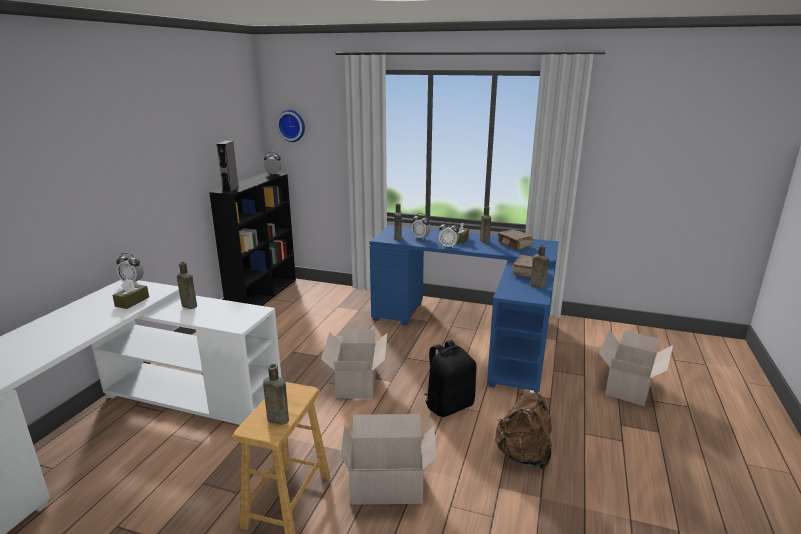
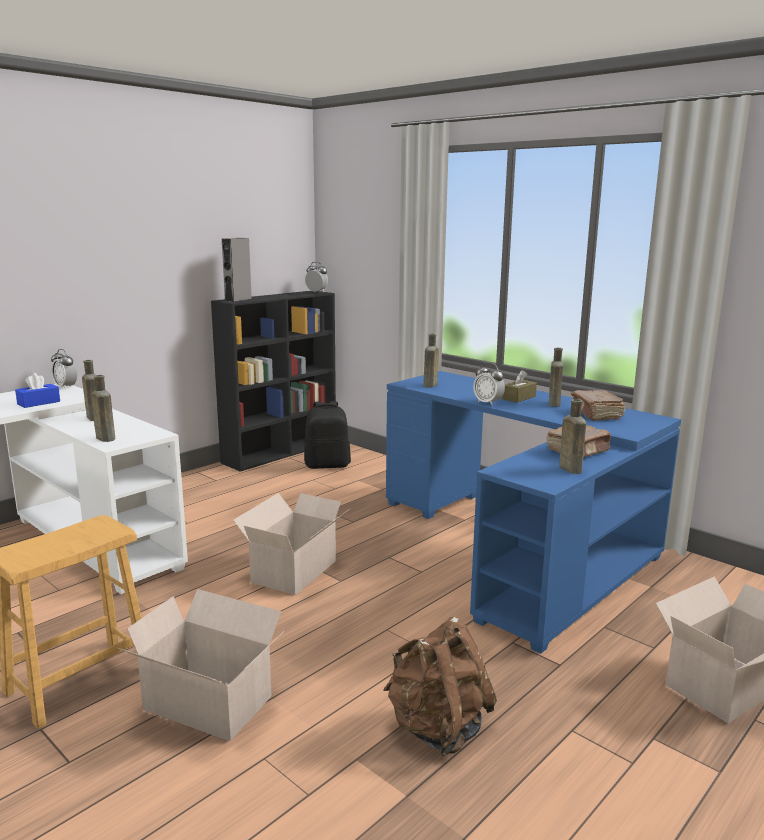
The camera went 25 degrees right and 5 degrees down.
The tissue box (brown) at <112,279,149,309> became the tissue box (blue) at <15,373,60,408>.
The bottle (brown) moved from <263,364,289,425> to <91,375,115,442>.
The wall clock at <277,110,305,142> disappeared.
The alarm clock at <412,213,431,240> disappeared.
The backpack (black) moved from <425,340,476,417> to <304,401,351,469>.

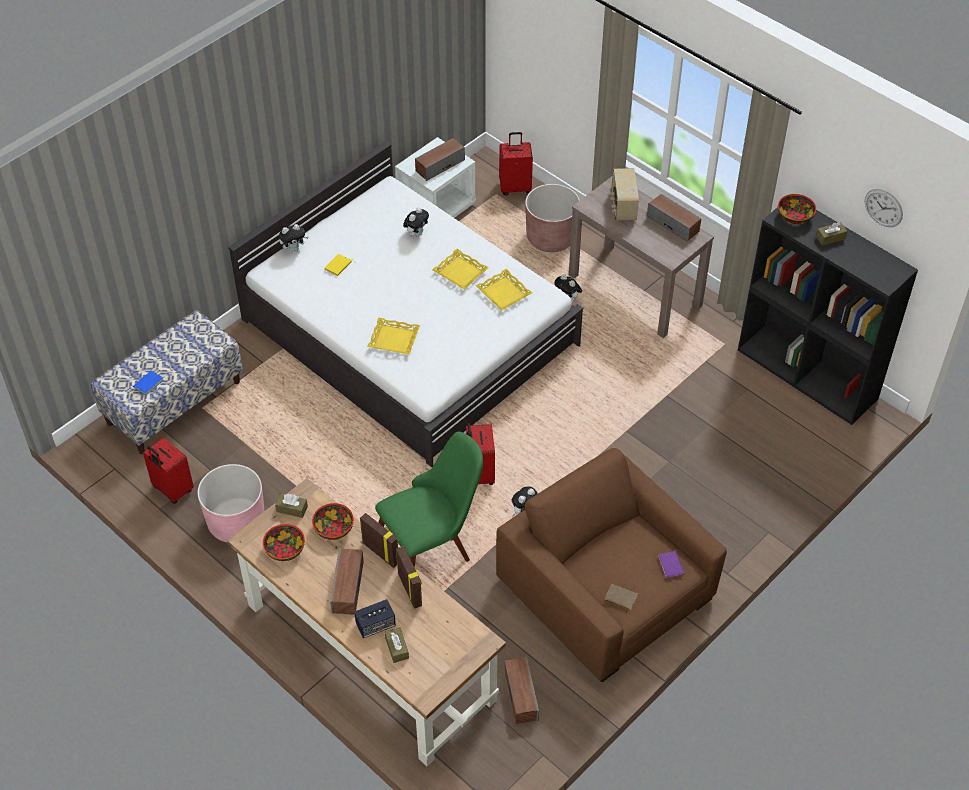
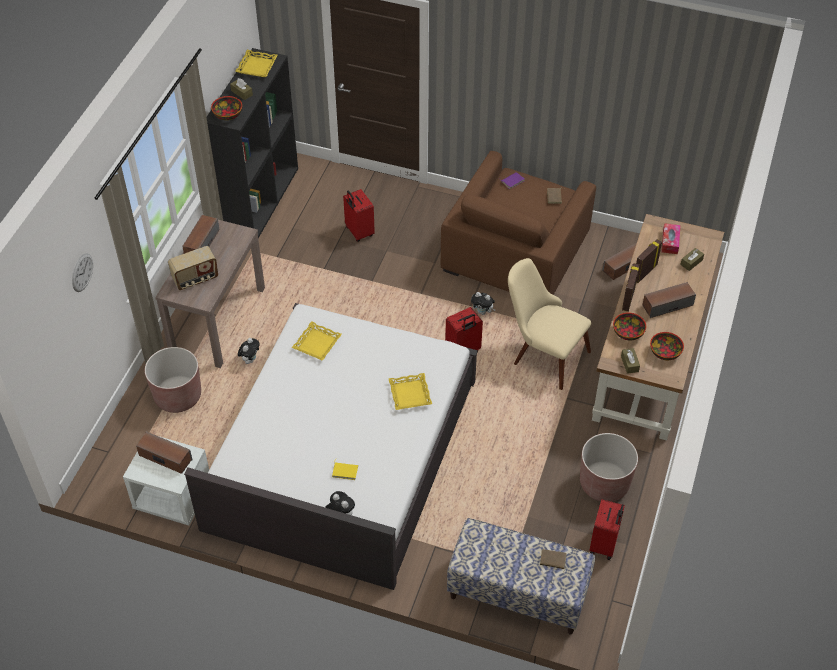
The camera went 115 degrees left and 0 degrees up.
The book (blue) at <129,371,163,395> became the book (brown) at <540,549,567,573>.
The planter (pink) at <197,464,264,542> became the planter (brown) at <580,433,638,502>.
The speaker at <354,599,396,638> disappeared.
The chair (green) at <375,432,483,567> became the chair (beige) at <508,258,591,390>.
The plush toy at <403,207,429,237> disappeared.
The tray (yellow) moved from <432,249,489,289> to <235,50,278,77>.
The suitcase (red) moved from <499,132,533,195> to <343,189,375,242>.
The wall clock moved from <865,189,903,227> to <72,253,93,292>.
The tissue box at <661,223,680,254> appeared.

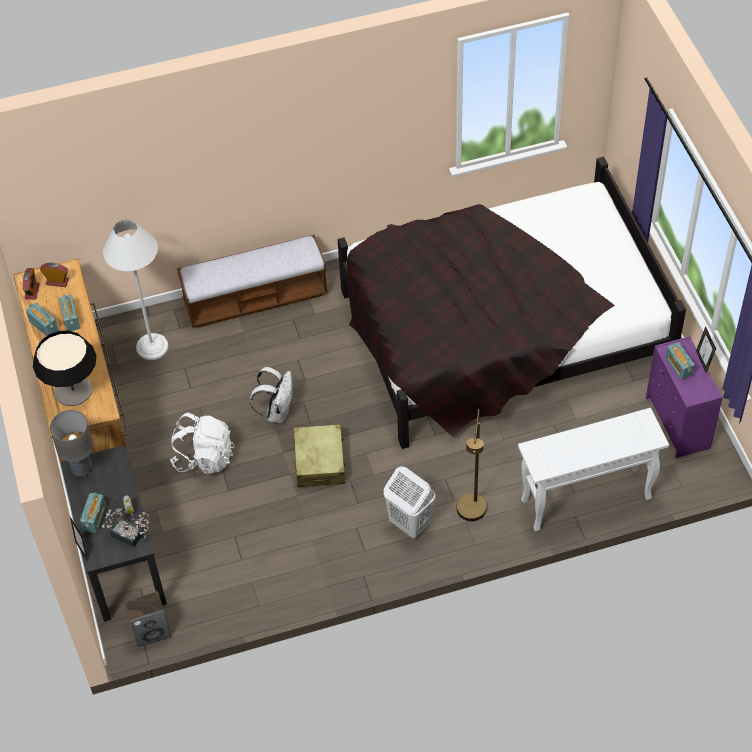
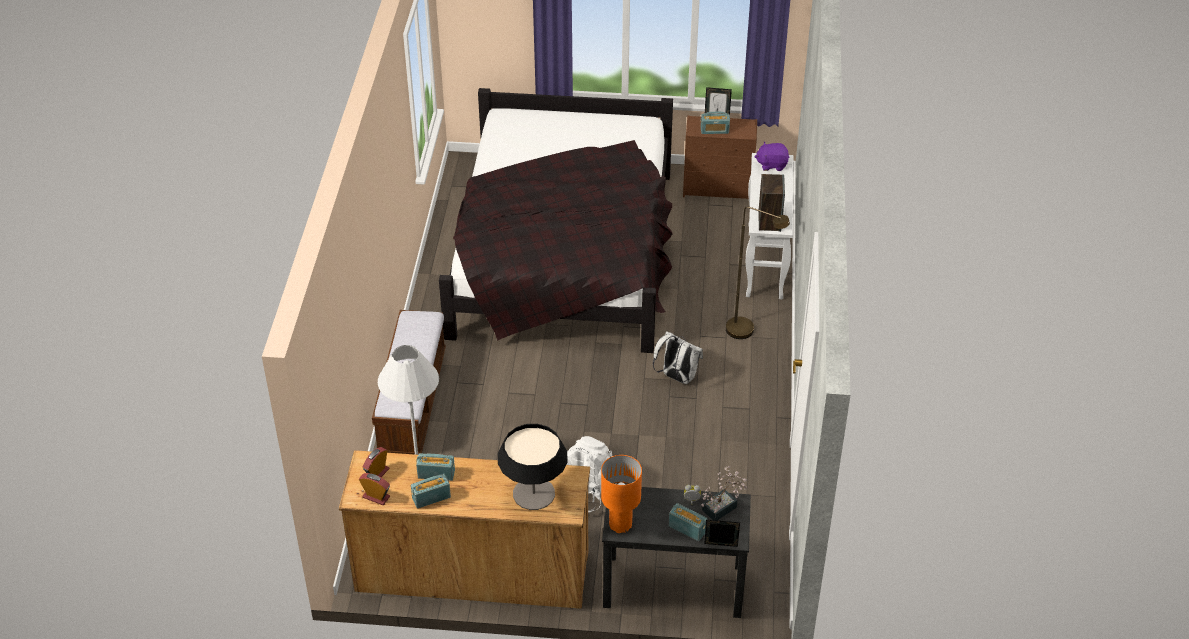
The camera went 70 degrees left and 10 degrees down.
The table lamp (grey) at <50,410,94,477> became the table lamp (orange) at <601,455,642,533>.
The speaker moved from <125,591,171,647> to <758,174,785,232>.
The backpack (white) moved from <249,367,293,423> to <653,331,703,384>.
The suitcase (beige) at <293,424,346,487> disappeared.
The laundry basket (white) at <384,466,435,538> disappeared.
The dresser (purple) at <646,336,723,458> became the dresser (brown) at <683,115,757,199>.
The plush toy (purple) at <754,142,789,171> appeared.

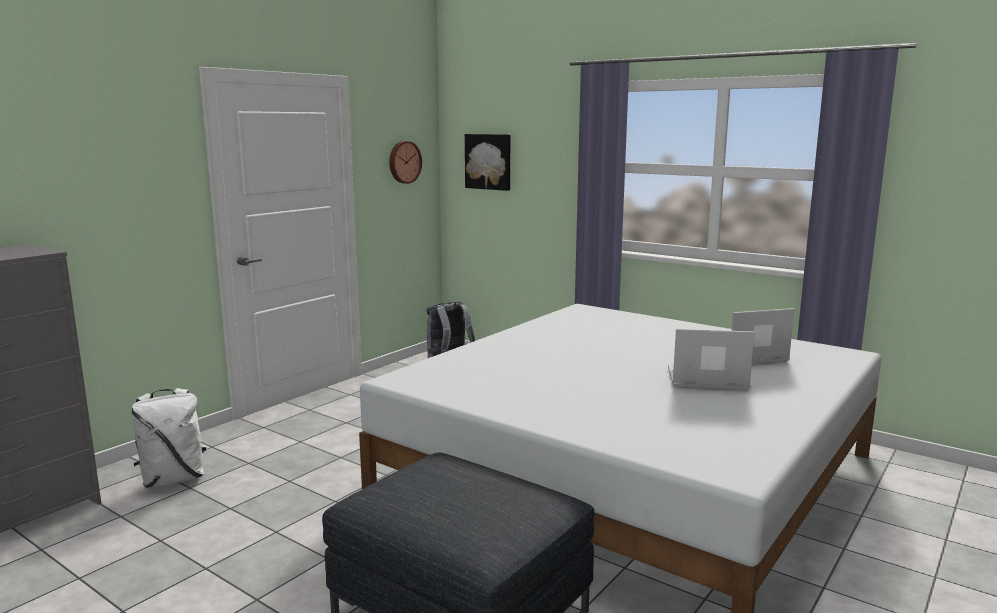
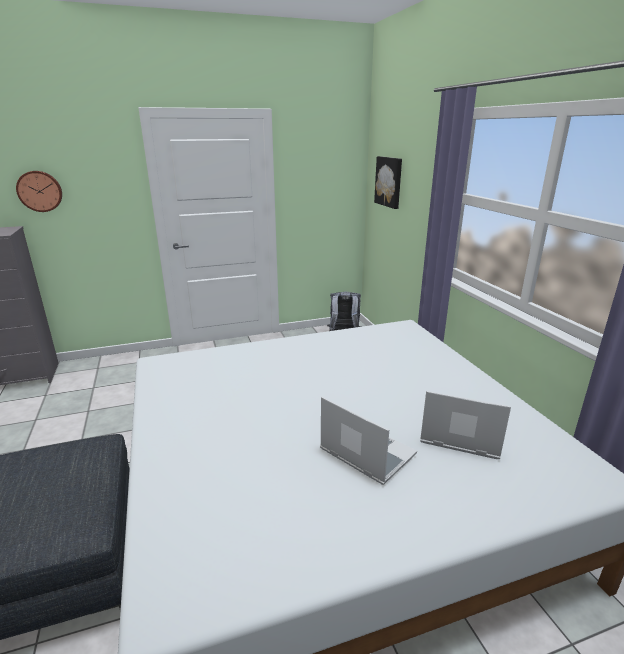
The camera went 35 degrees right and 10 degrees up.
The backpack (white) at <132,388,207,488> disappeared.
The wall clock moved from <389,141,422,184> to <16,171,62,212>.

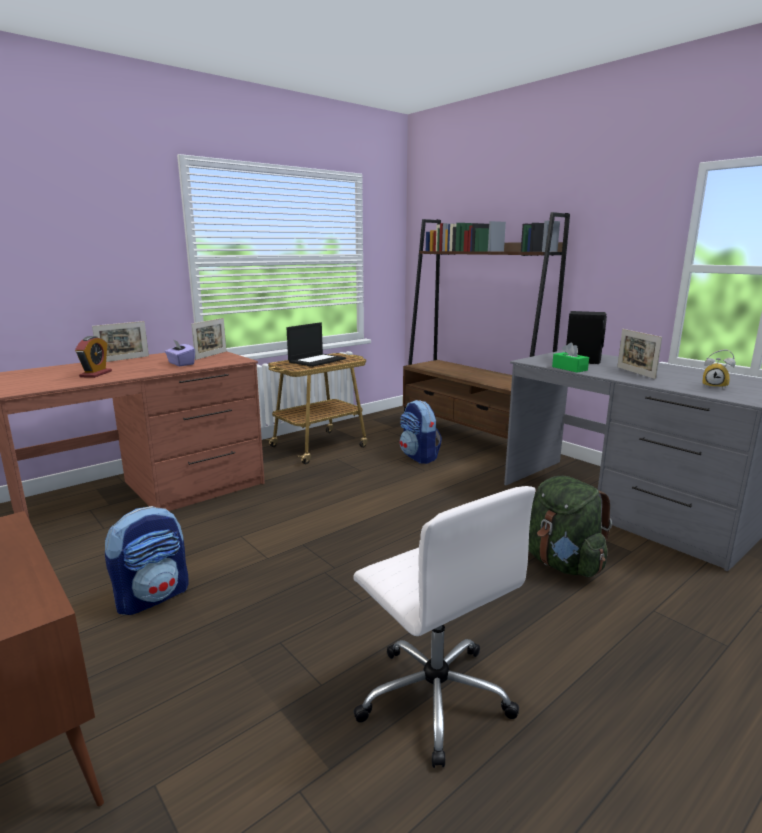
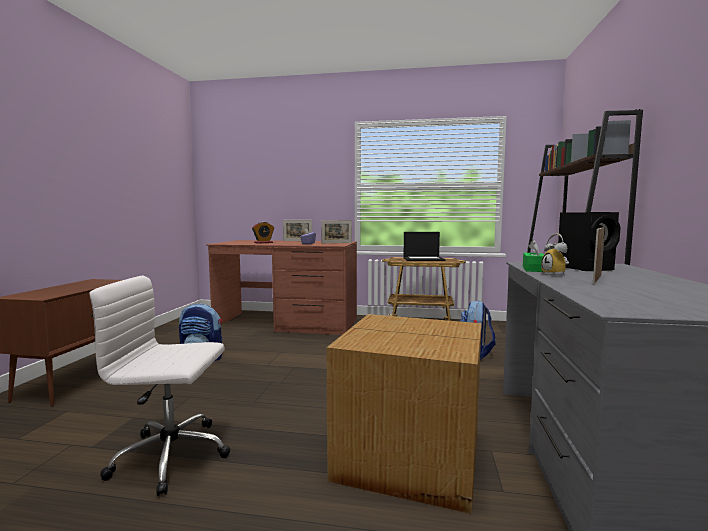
The camera went 50 degrees right and 10 degrees down.
The office chair (white) at <353,486,536,768> turned 75 degrees clockwise.
The backpack (green) at <528,476,612,577> was replaced by the cardboard box at <326,314,482,514>.
The alarm clock moved from <702,349,736,390> to <541,234,569,276>.

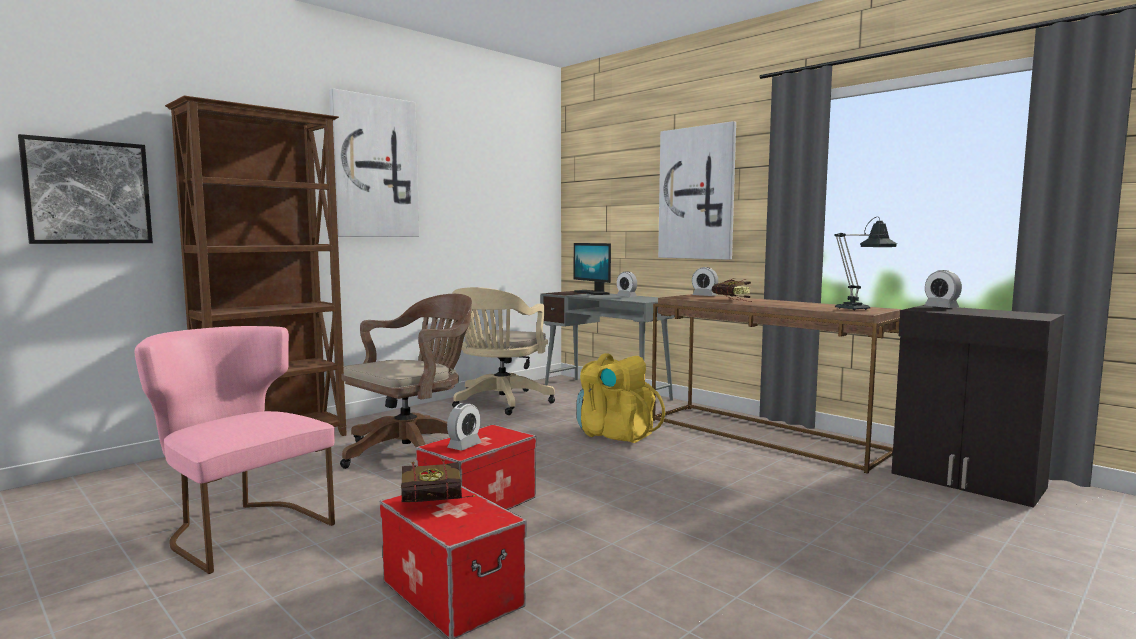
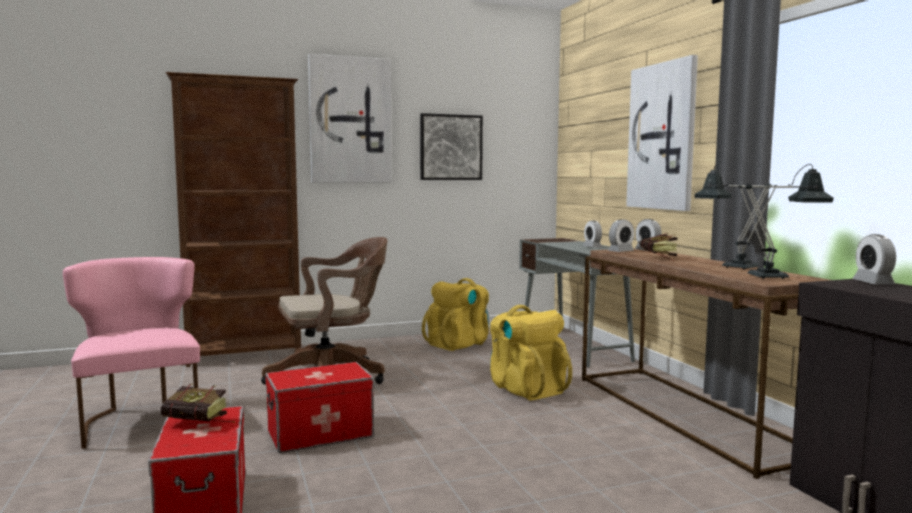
The camera went 25 degrees right and 0 degrees up.
The picture moved from <18,134,153,244> to <420,113,483,180>.
The alarm clock moved from <447,403,481,450> to <608,219,634,252>.
The office chair (beige) at <452,287,555,415> was replaced by the backpack (yellow) at <422,278,489,351>.
The monitor at <574,243,611,295> disappeared.
The table lamp at <694,165,778,270> appeared.

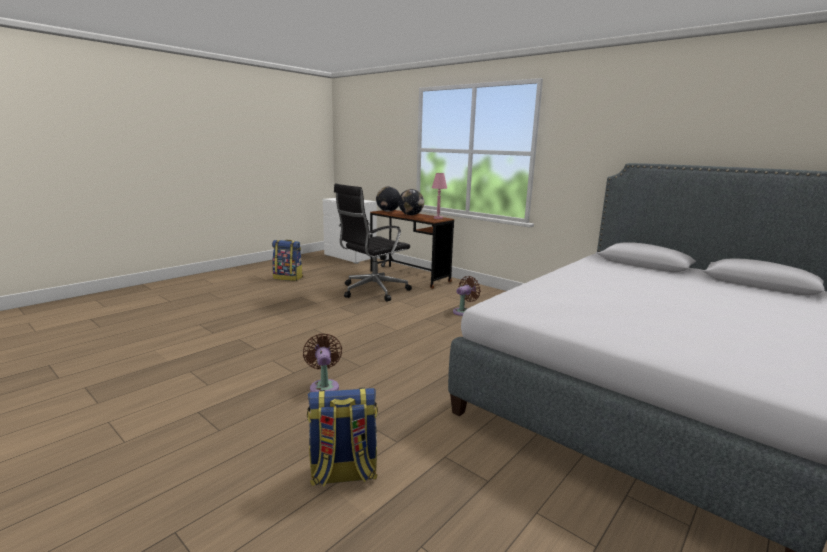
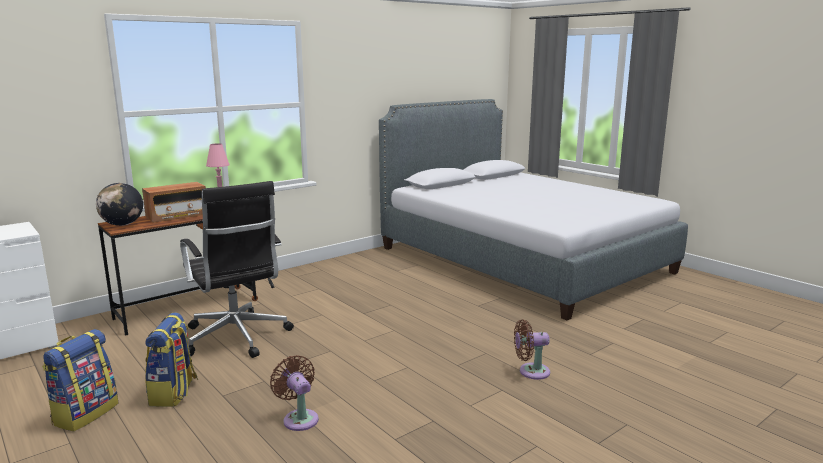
The camera went 80 degrees left and 0 degrees up.
The backpack moved from <307,388,378,487> to <145,313,198,407>.
The globe at <398,189,424,215> was replaced by the radio at <142,182,206,223>.
The fan (brown) moved from <453,276,481,316> to <270,355,319,431>.

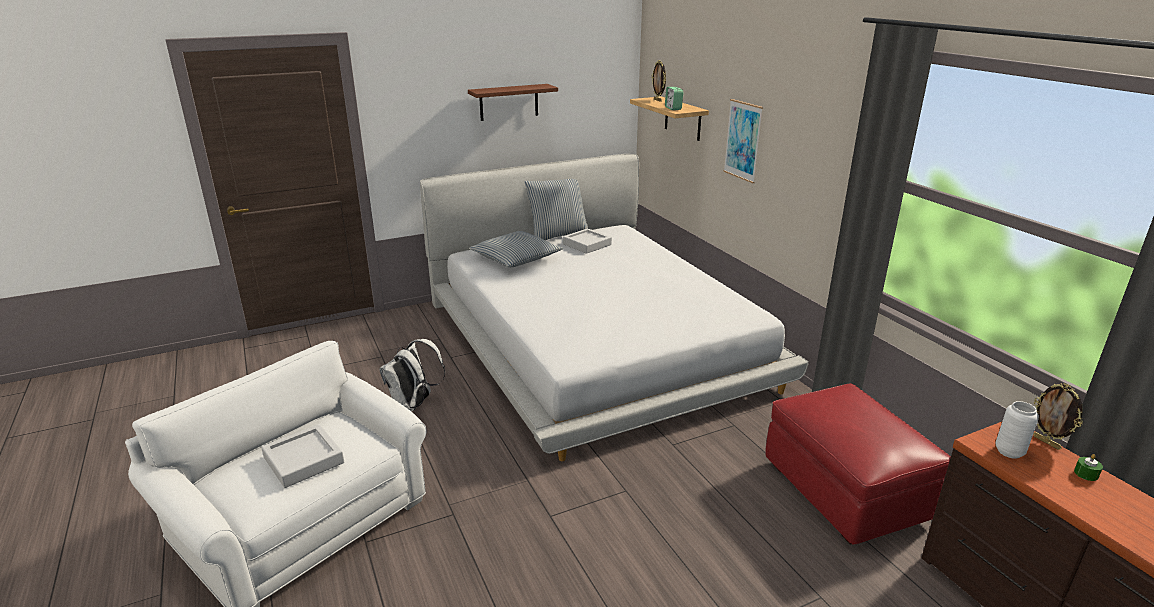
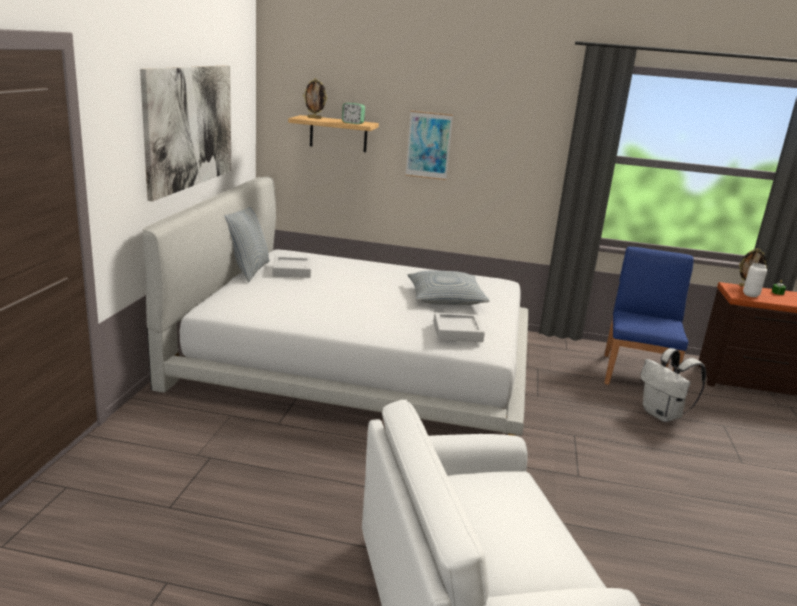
The camera went 55 degrees left and 5 degrees down.
The tray (grey) moved from <261,424,344,488> to <433,313,485,342>.
The backpack (white) moved from <379,339,445,411> to <641,348,706,422>.
The shelf (brown) at <468,84,558,121> was replaced by the picture at <140,65,231,201>.
The pillow moved from <469,231,563,267> to <408,271,490,305>.
The ottoman (red) at <766,383,951,545> was replaced by the chair (blue) at <604,247,694,385>.

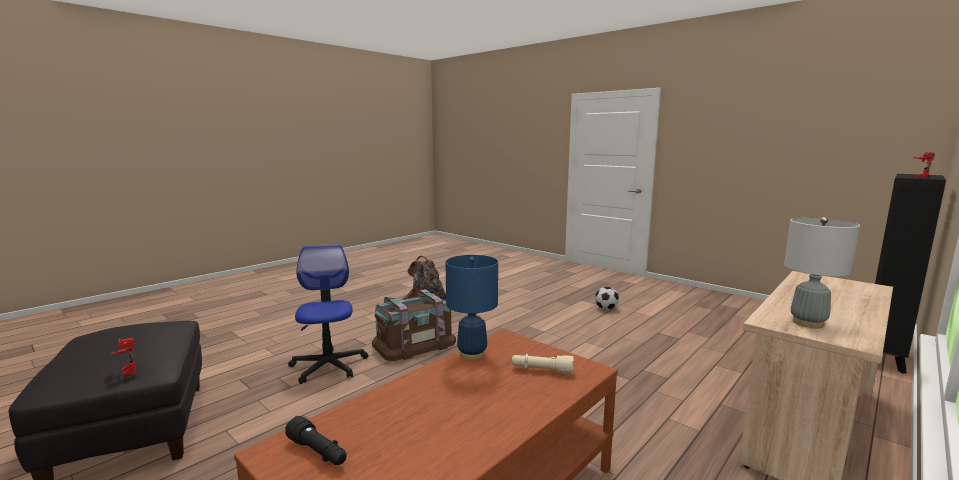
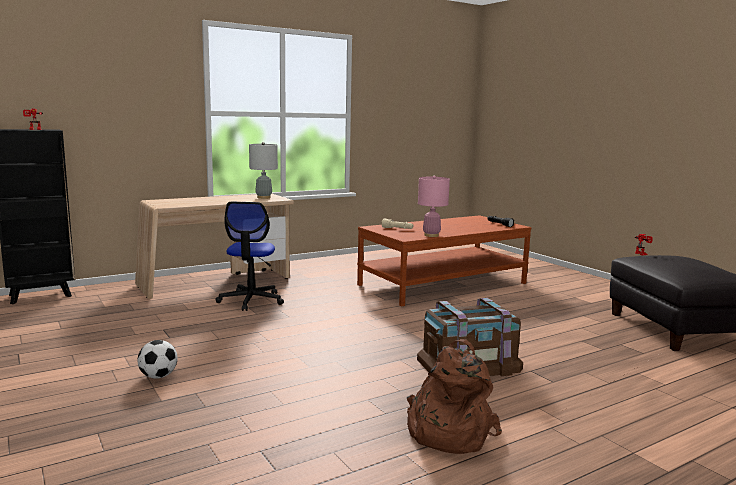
The camera went 165 degrees left and 0 degrees up.
The office chair moved from <288,244,368,384> to <215,202,284,311>.
The table lamp (blue) at <445,255,498,360> became the table lamp (pink) at <418,176,450,237>.

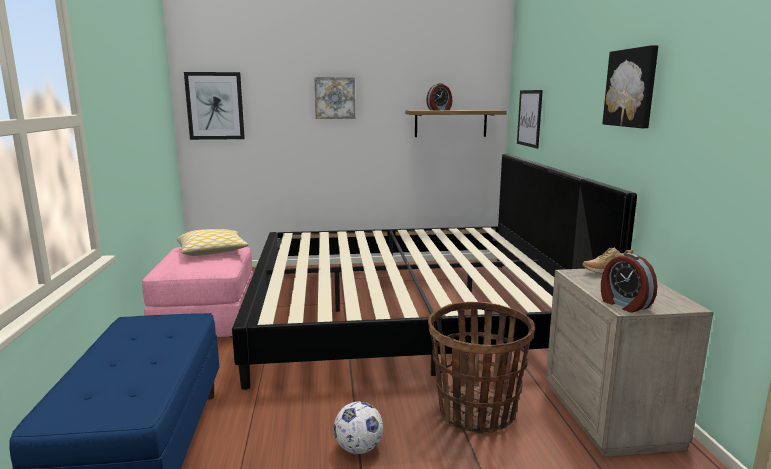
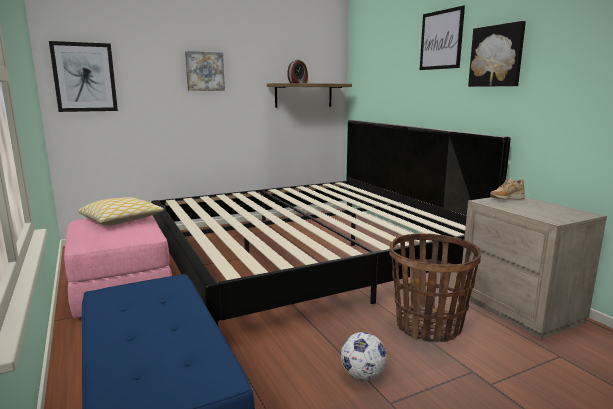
The camera went 20 degrees left and 0 degrees up.
The picture moved from <517,90,543,149> to <420,5,465,70>.
The alarm clock at <601,253,658,313> disappeared.

